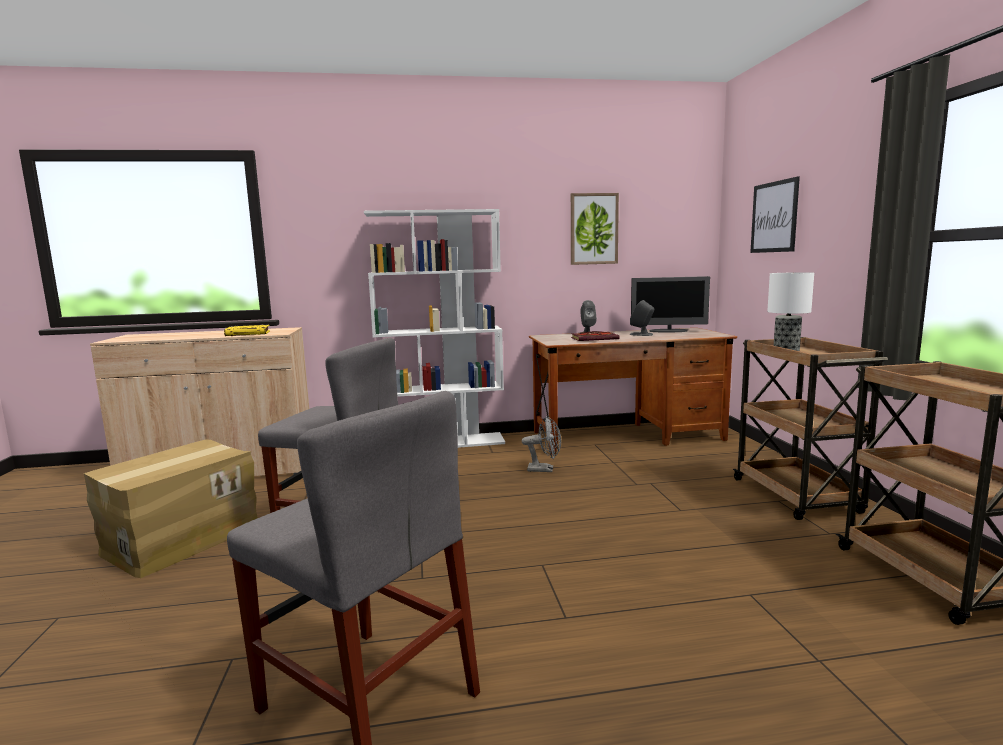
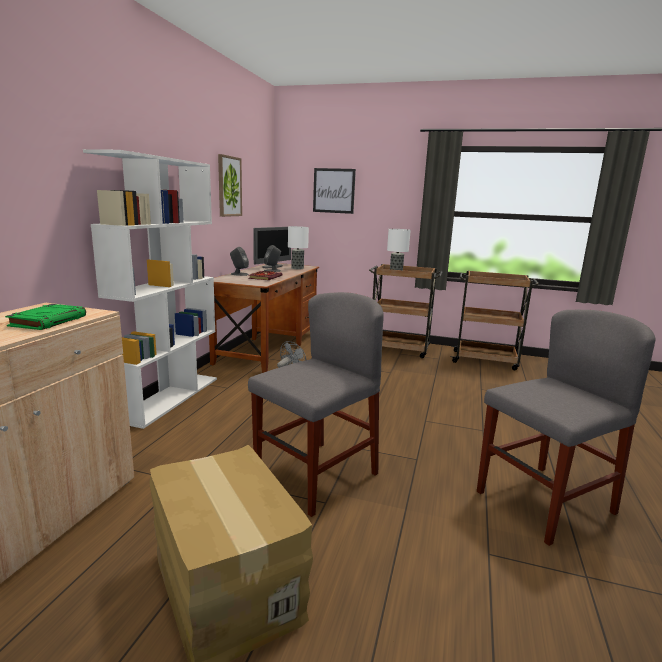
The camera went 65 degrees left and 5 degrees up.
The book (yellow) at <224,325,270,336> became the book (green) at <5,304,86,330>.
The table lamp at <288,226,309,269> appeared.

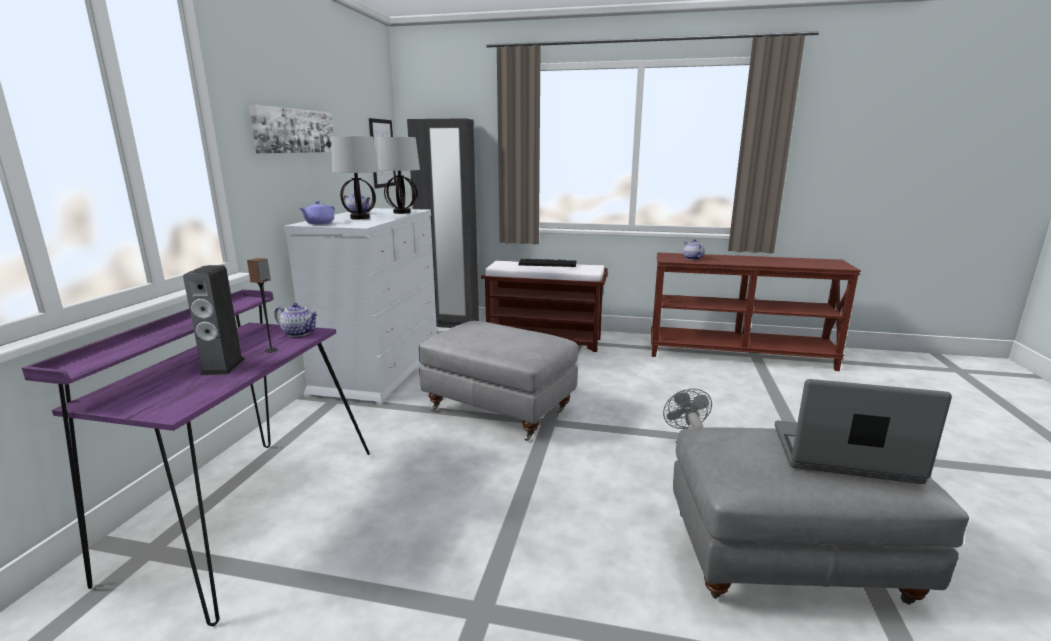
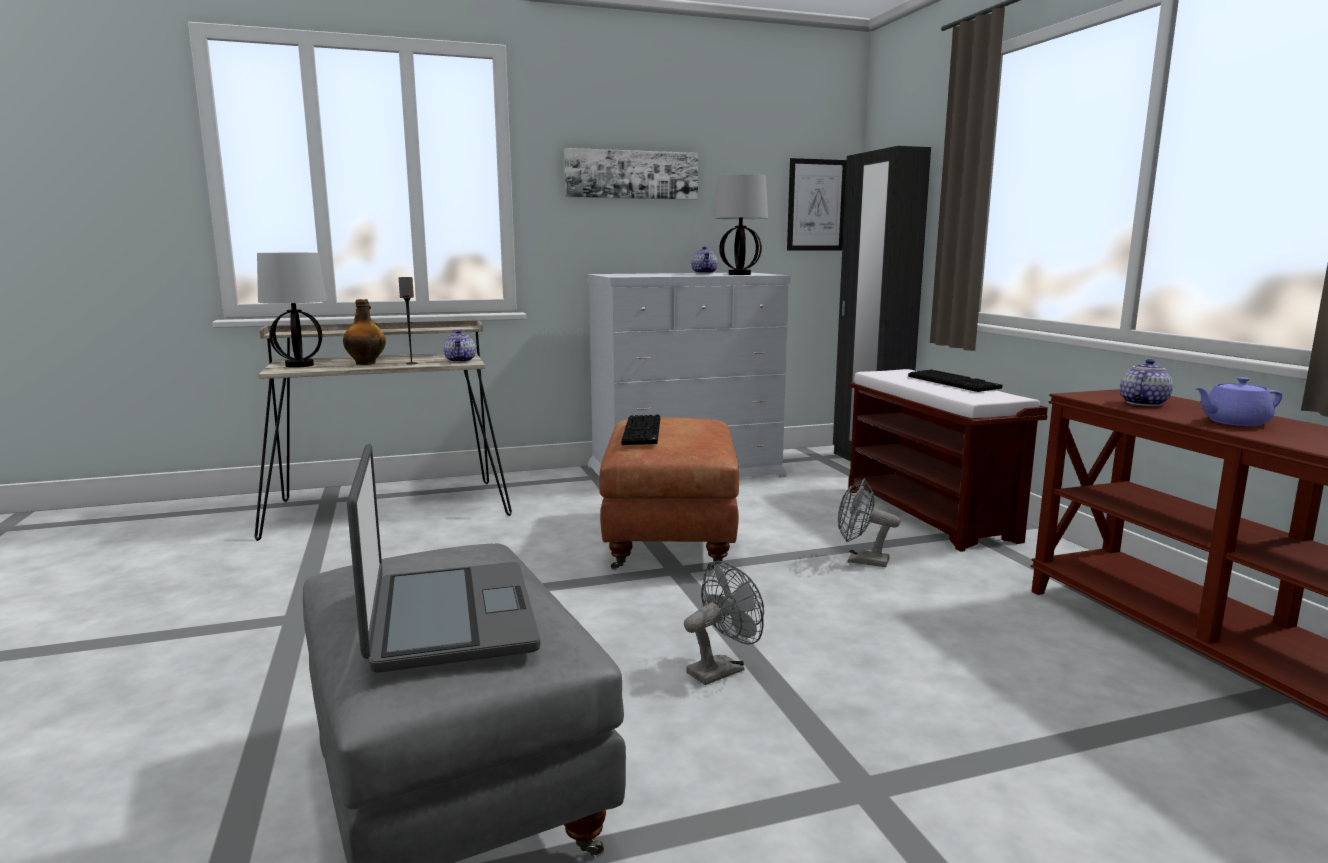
The camera went 60 degrees right and 5 degrees down.
The desk (purple) at <22,289,370,627> became the desk (beige) at <255,320,512,541>.
The speaker at <183,265,245,375> was replaced by the bottle at <343,299,386,365>.
The teapot (purple) moved from <299,201,335,225> to <1195,377,1282,426>.
The table lamp moved from <331,136,379,219> to <257,253,327,368>.
The ottoman (grey) at <419,321,578,441> became the ottoman (brown) at <600,418,739,571>.
The keyboard at <621,414,660,445> appeared.
The fan (grey) at <838,479,900,567> appeared.

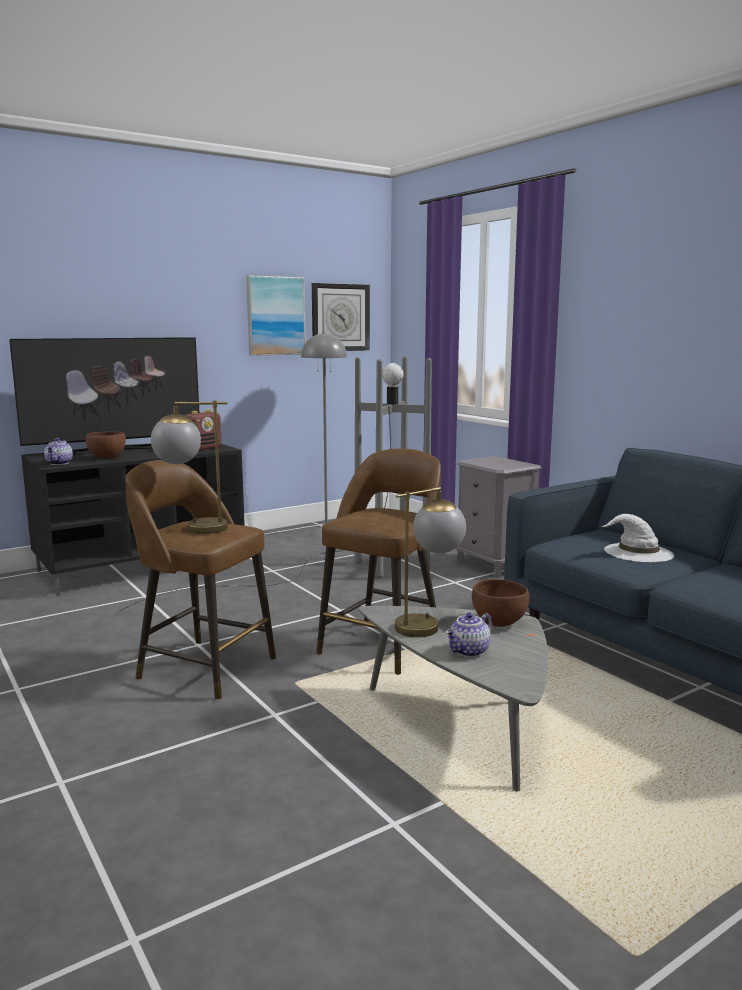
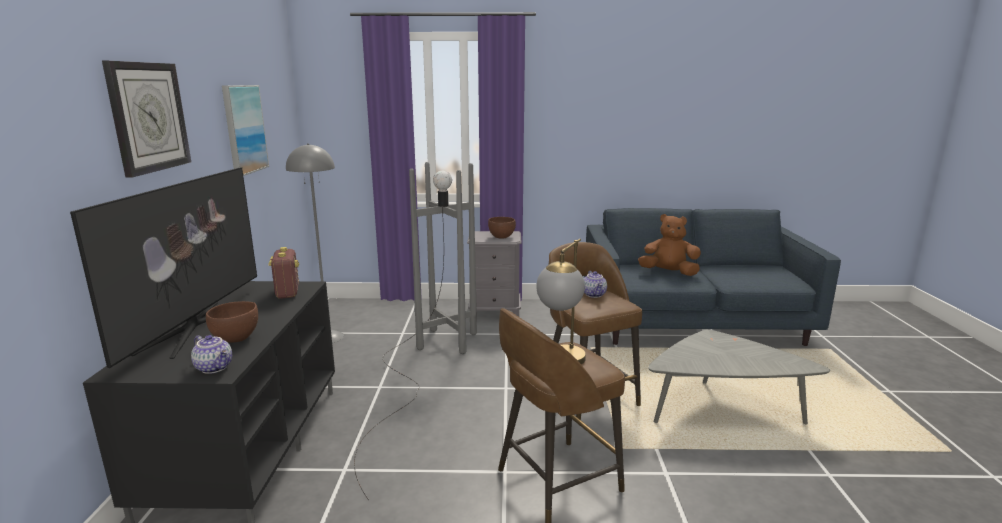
The camera went 55 degrees left and 5 degrees up.
The wall clock moved from <312,283,370,351> to <102,61,191,178>.
The table lamp at <395,487,466,637> disappeared.
The teapot moved from <446,613,493,657> to <584,271,607,298>.
The bowl (brown) moved from <472,579,529,627> to <488,217,516,238>.
The hat (white) at <601,514,674,562> was replaced by the plush toy (brown) at <638,214,701,276>.

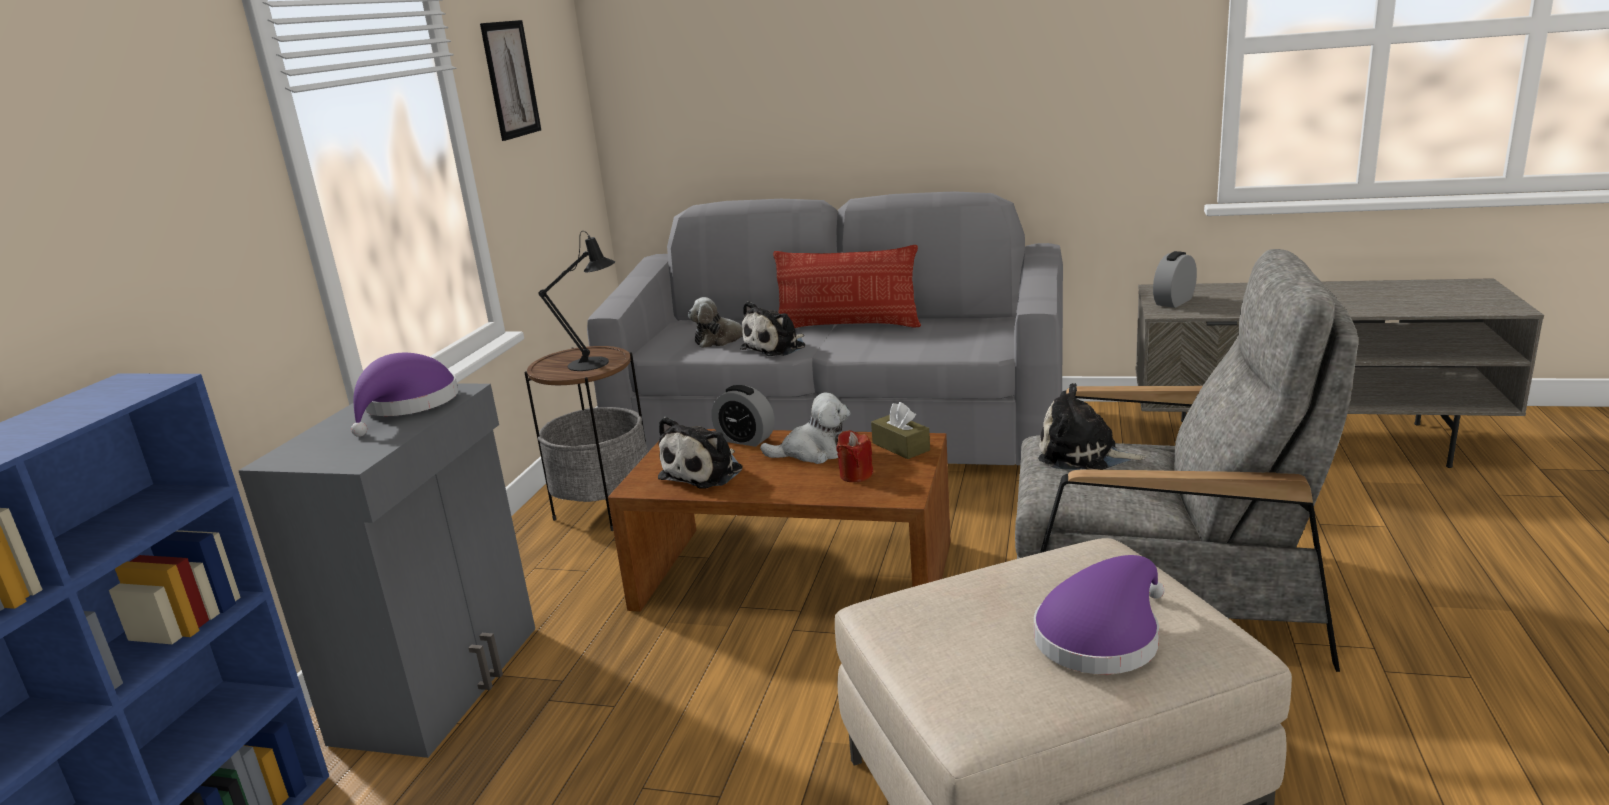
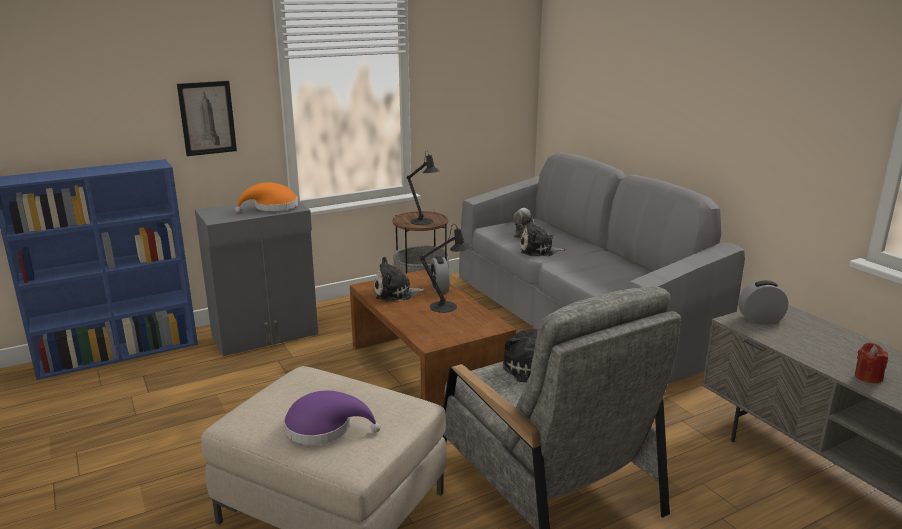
The camera went 45 degrees right and 0 degrees up.
The hat (purple) at <351,353,458,437> became the hat (orange) at <235,183,298,213>.
The picture moved from <480,20,541,141> to <177,81,237,156>.
The plush toy at <760,392,850,464> was replaced by the table lamp (black) at <420,224,471,313>.
The pillow at <773,245,921,328> disappeared.
The candle (red) moved from <836,430,873,482> to <855,343,888,383>.
The tissue box (brown) at <871,402,930,459> disappeared.

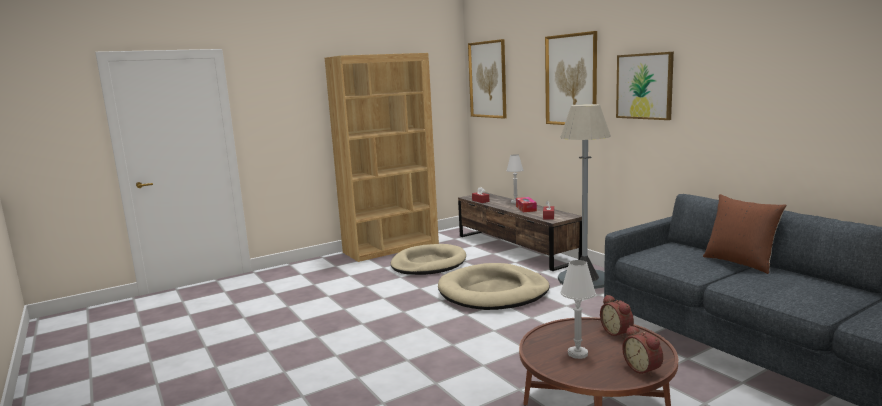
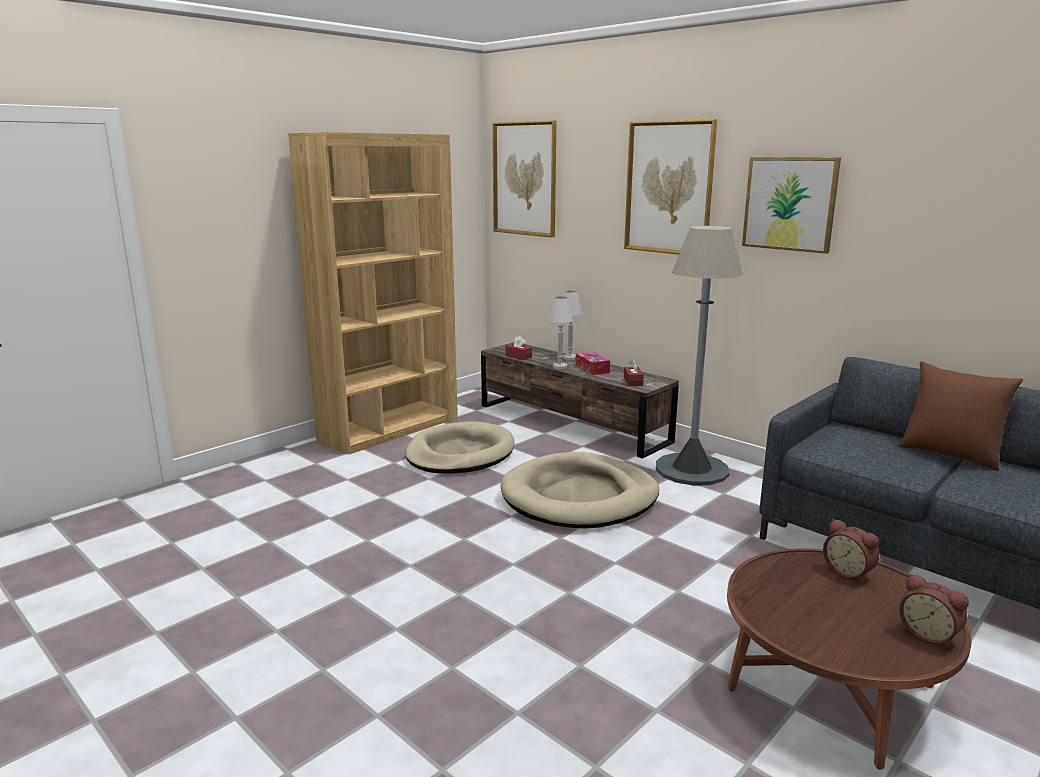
The camera went 15 degrees left and 5 degrees up.
The table lamp (white) moved from <560,260,596,359> to <548,296,573,369>.

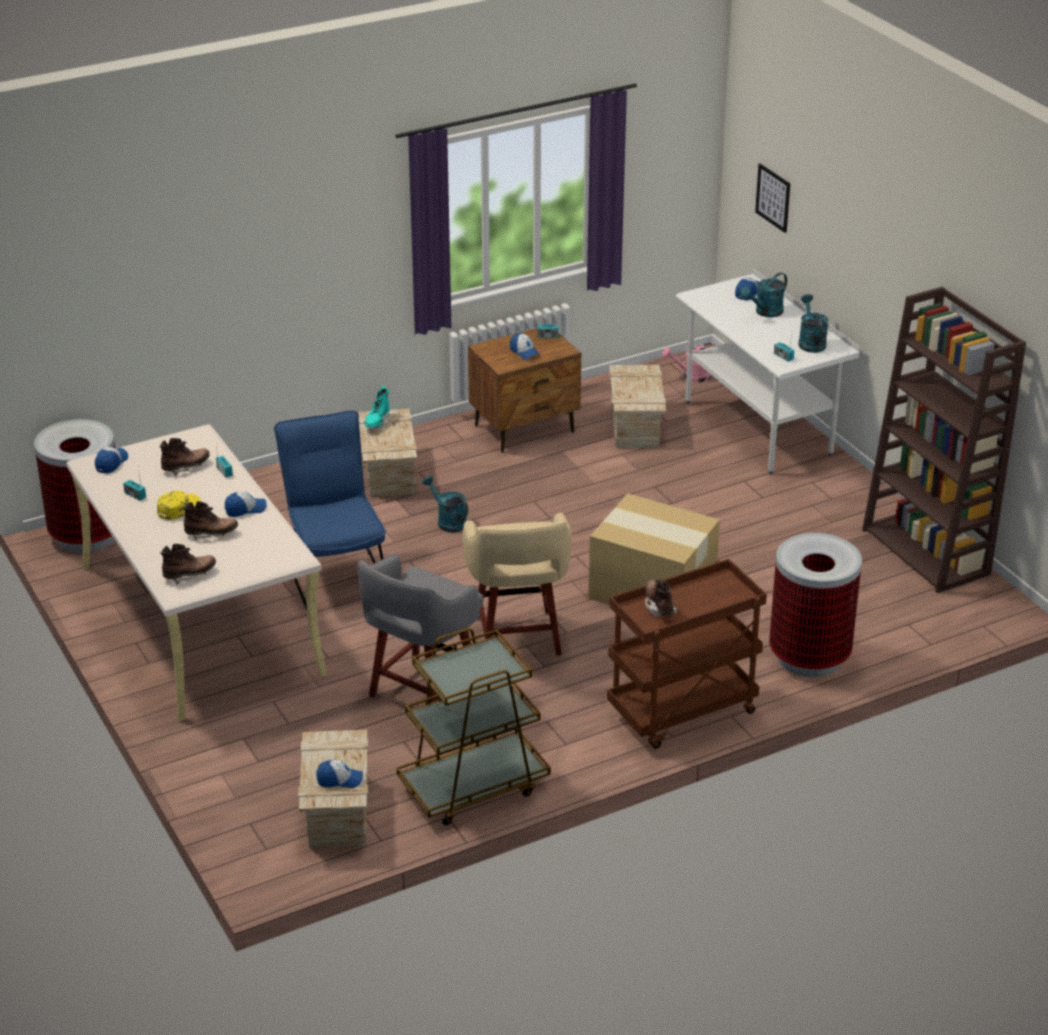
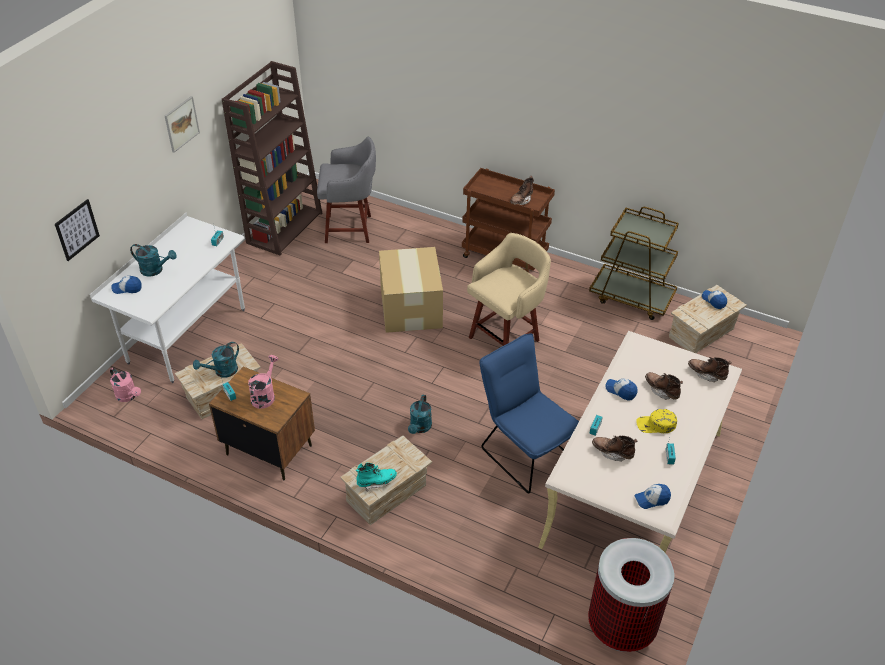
The camera went 125 degrees left and 10 degrees up.
The chair (blue) at <274,411,386,610> turned 105 degrees clockwise.
The stool (grey) moved from <358,554,483,703> to <317,137,376,243>.
The cap at <510,333,540,360> was replaced by the watering can (pink) at <248,355,278,409>.
The trash can at <769,533,862,677> disappeared.
The watering can (turquoise) moved from <798,294,829,353> to <193,342,239,378>.
The picture at <165,96,200,153> appeared.

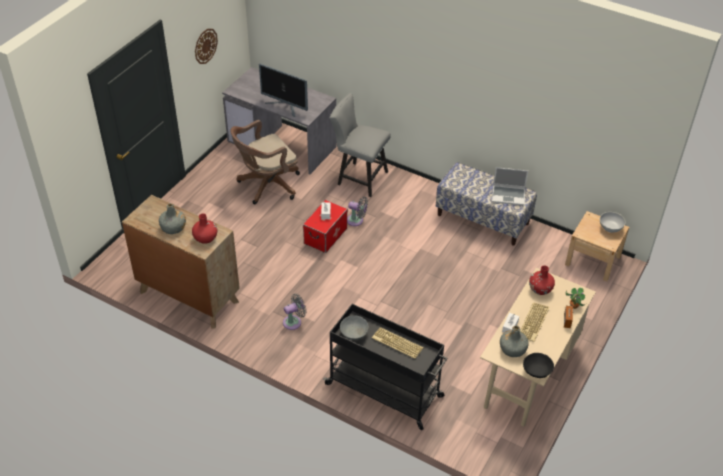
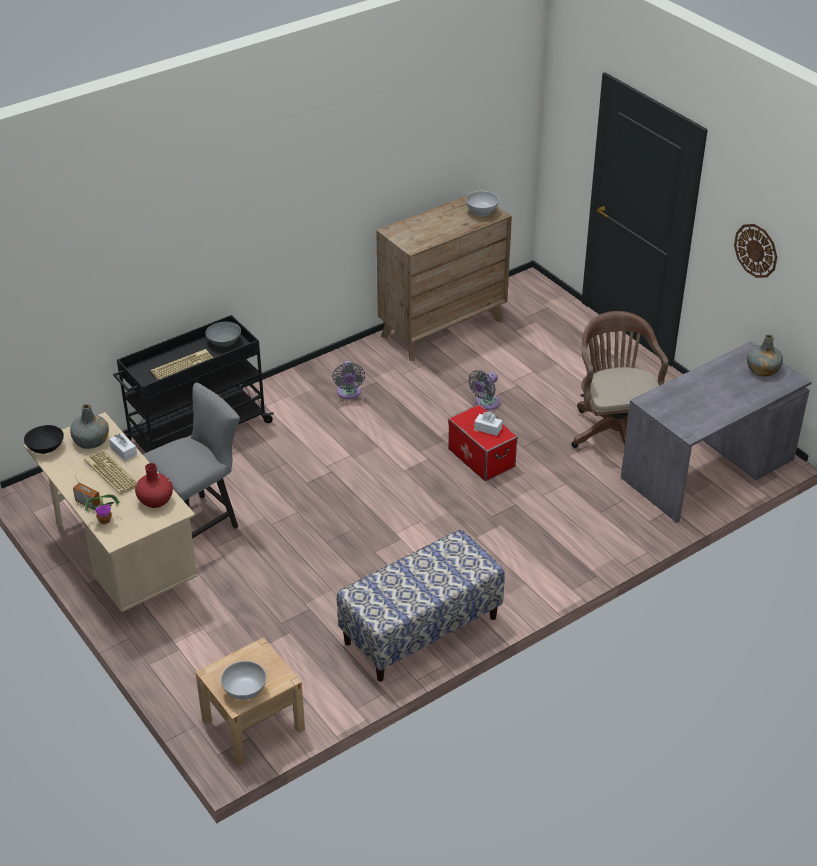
The camera went 115 degrees right and 5 degrees down.
The bottle (grey) moved from <159,203,186,234> to <747,334,783,377>.
The vase (red) at <192,214,217,244> disappeared.
The monitor at <259,63,308,117> disappeared.
The chair (grey) moved from <330,93,391,197> to <143,383,240,539>.
The fan (grey) moved from <347,197,368,226> to <468,370,500,410>.
The laptop at <492,167,528,205> disappeared.
The bowl (white) at <465,191,499,216> appeared.

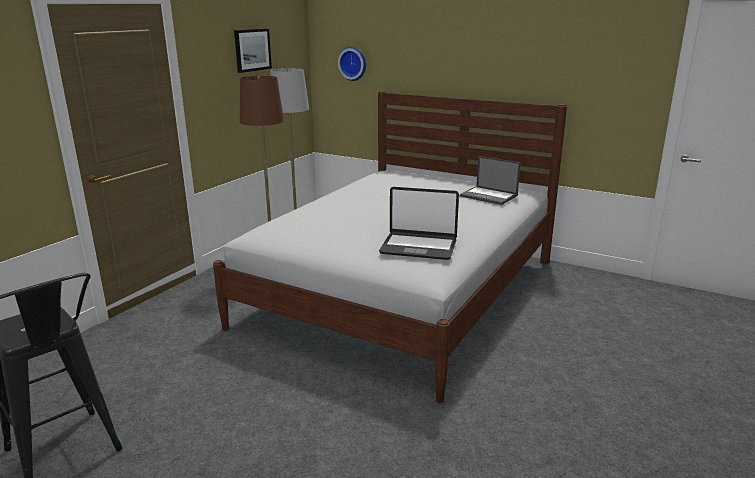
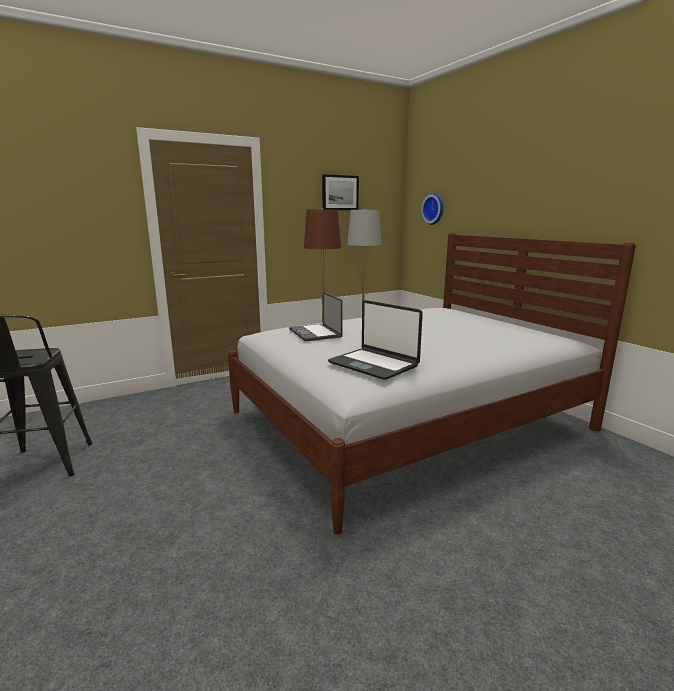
The camera went 30 degrees right and 5 degrees down.
The laptop moved from <460,156,521,205> to <289,292,343,342>.

